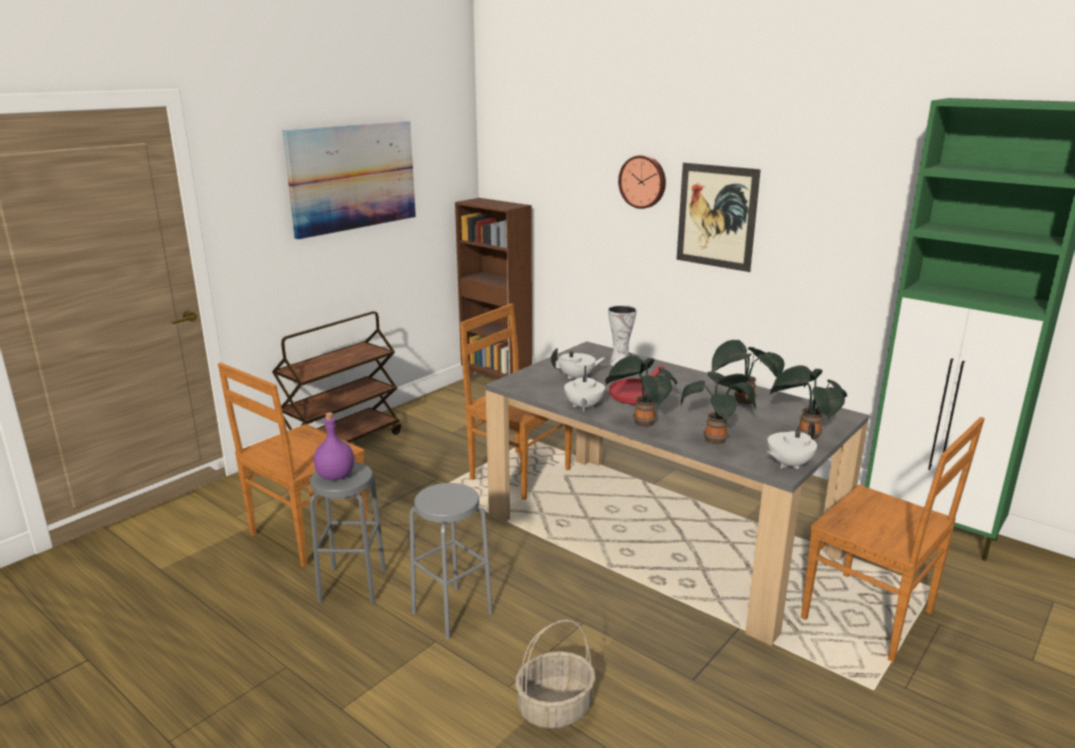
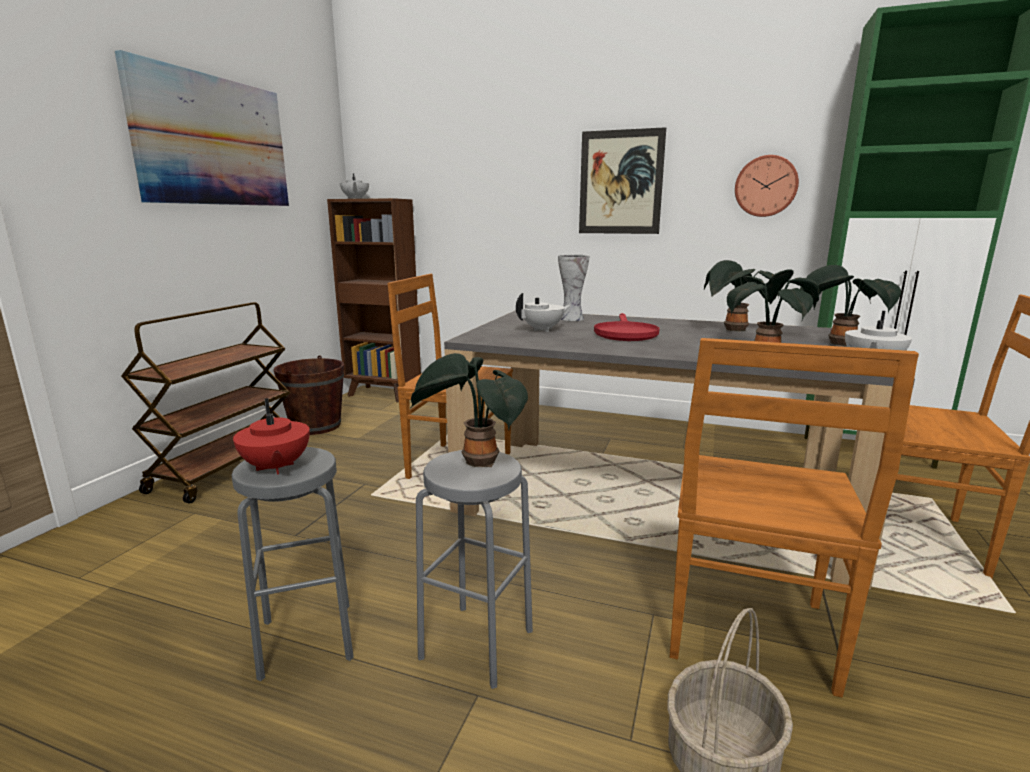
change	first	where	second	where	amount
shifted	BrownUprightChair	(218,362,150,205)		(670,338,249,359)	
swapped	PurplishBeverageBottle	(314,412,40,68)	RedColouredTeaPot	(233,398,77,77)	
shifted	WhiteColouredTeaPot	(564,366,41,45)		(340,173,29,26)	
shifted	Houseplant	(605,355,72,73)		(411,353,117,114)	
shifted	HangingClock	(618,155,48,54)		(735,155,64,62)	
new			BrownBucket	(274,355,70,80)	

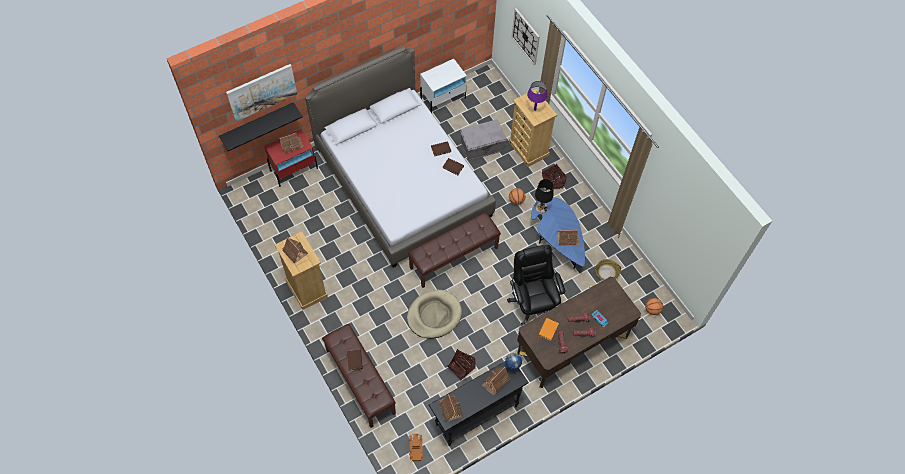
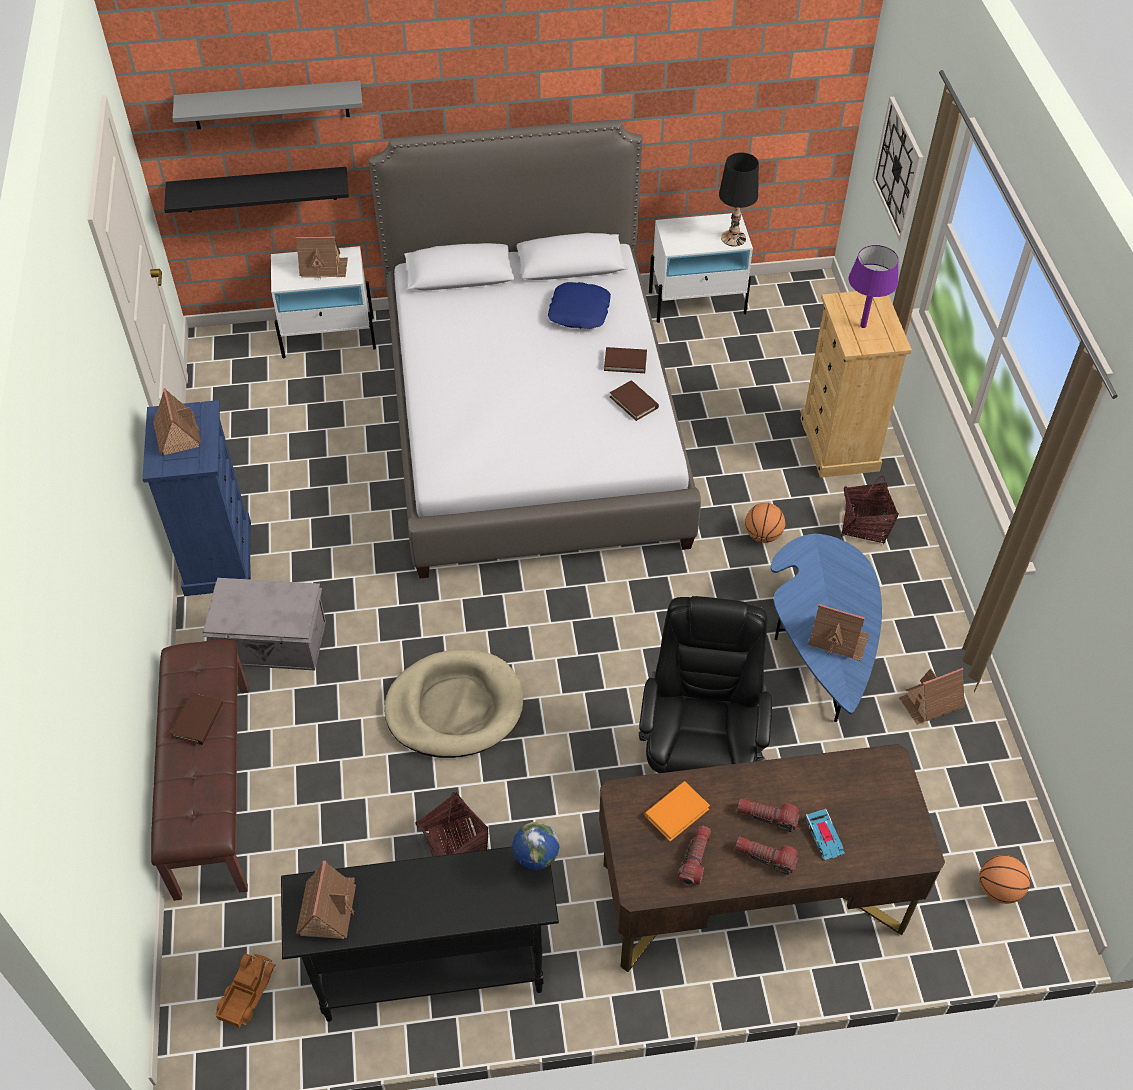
change	first	where	second	where	amount
swapped	WallArt	(226,64,71,58)	GreyishShelf	(173,80,190,49)	
repainted	RedColouredBedsideTable	(264,129,54,58)	WhiteColouredBedsideTable	(271,246,105,112)	
repainted	BeigeColouredChestOfDrawers	(275,231,53,79)	BlueChestOfDrawers	(142,400,109,196)	
gone	BrownIndoorBench	(408,213,93,75)			
shifted	GreyishStorageContainer	(460,119,46,42)		(202,578,124,92)	
shifted	ModelHouse	(482,367,29,29)		(899,668,66,57)	
shifted	BlackTableLamp	(535,179,19,34)		(719,153,40,93)	
gone	StorageBasket	(595,259,26,21)			
new			BlueCushion	(548,282,63,47)	

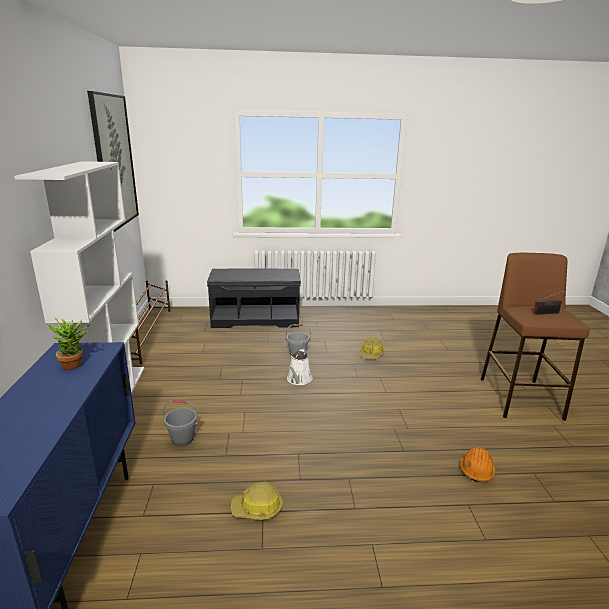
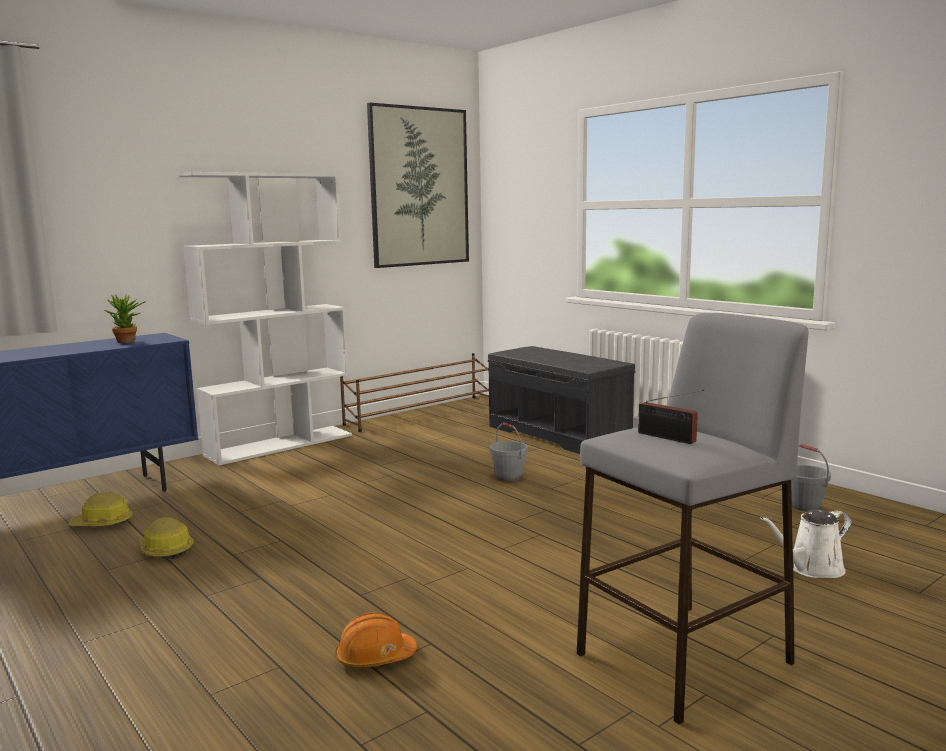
change	first	where	second	where	amount
shifted	GreyishBucket	(163,400,35,46)		(791,444,40,67)	
shifted	WhiteColouredSprinklingCan	(287,348,25,37)		(761,509,91,69)	
shifted	HardHat	(361,337,23,23)		(69,492,64,34)	
repainted	BrownSittingStool	(481,253,109,168)	GreyishSittingStool	(577,313,231,411)	

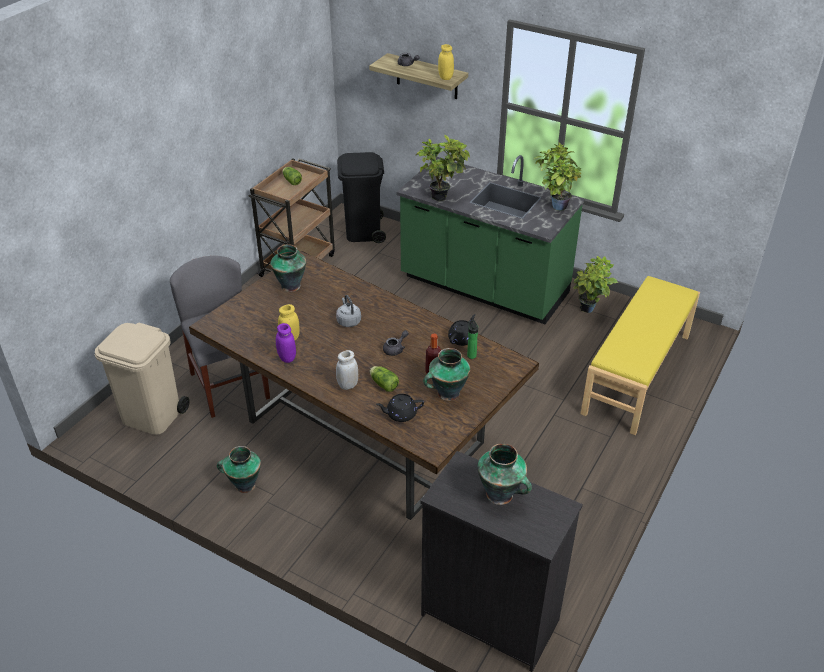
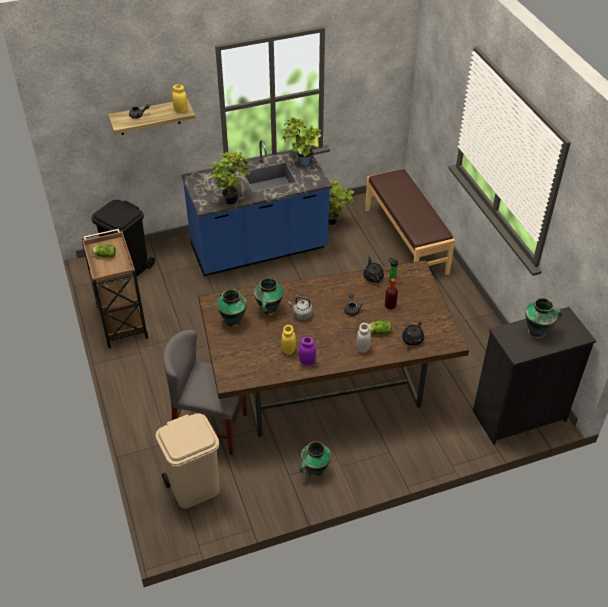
change	first	where	second	where	amount
repainted	GreenKitchenCounter	(397,155,188,169)	BlueKitchenCounter	(182,140,150,136)	
shifted	Vase	(423,348,47,53)		(254,278,29,37)	
repainted	YellowColouredIndoorBench	(580,276,120,159)	BrownIndoorBench	(365,169,90,106)	

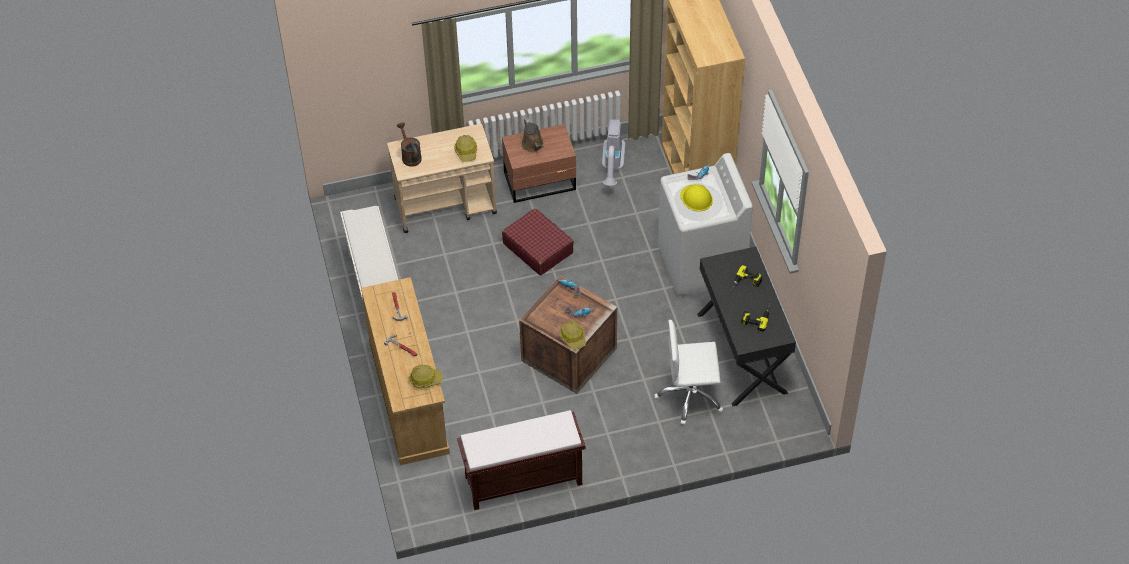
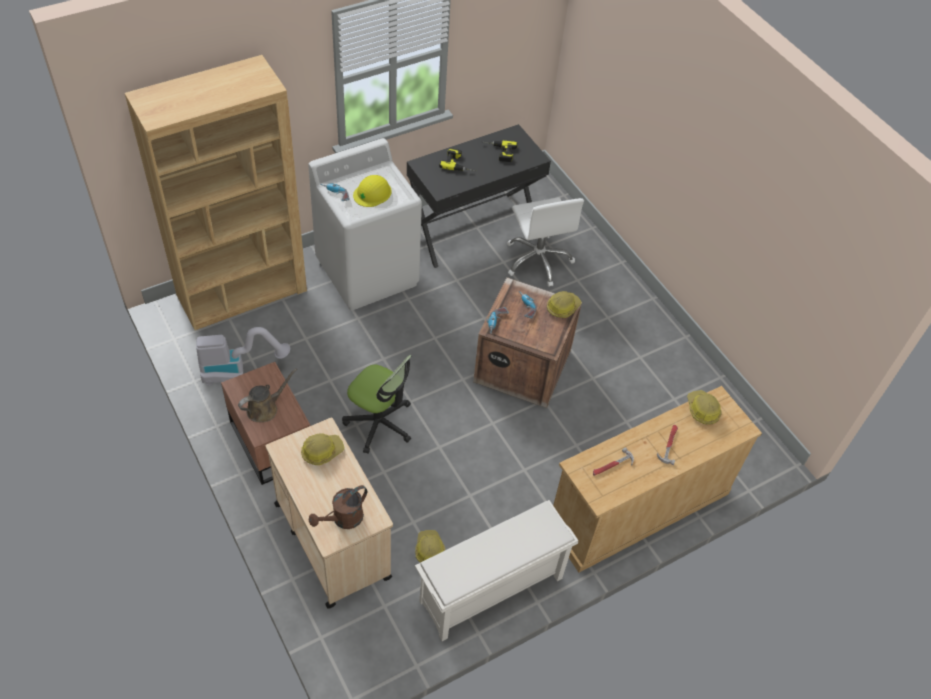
change	first	where	second	where	amount
gone	BrownIndoorBench	(457,410,129,100)			
swapped	RedColouredSuitcase	(502,208,72,67)	OfficeChair	(342,355,70,99)	
new			HardHat	(415,530,30,33)	

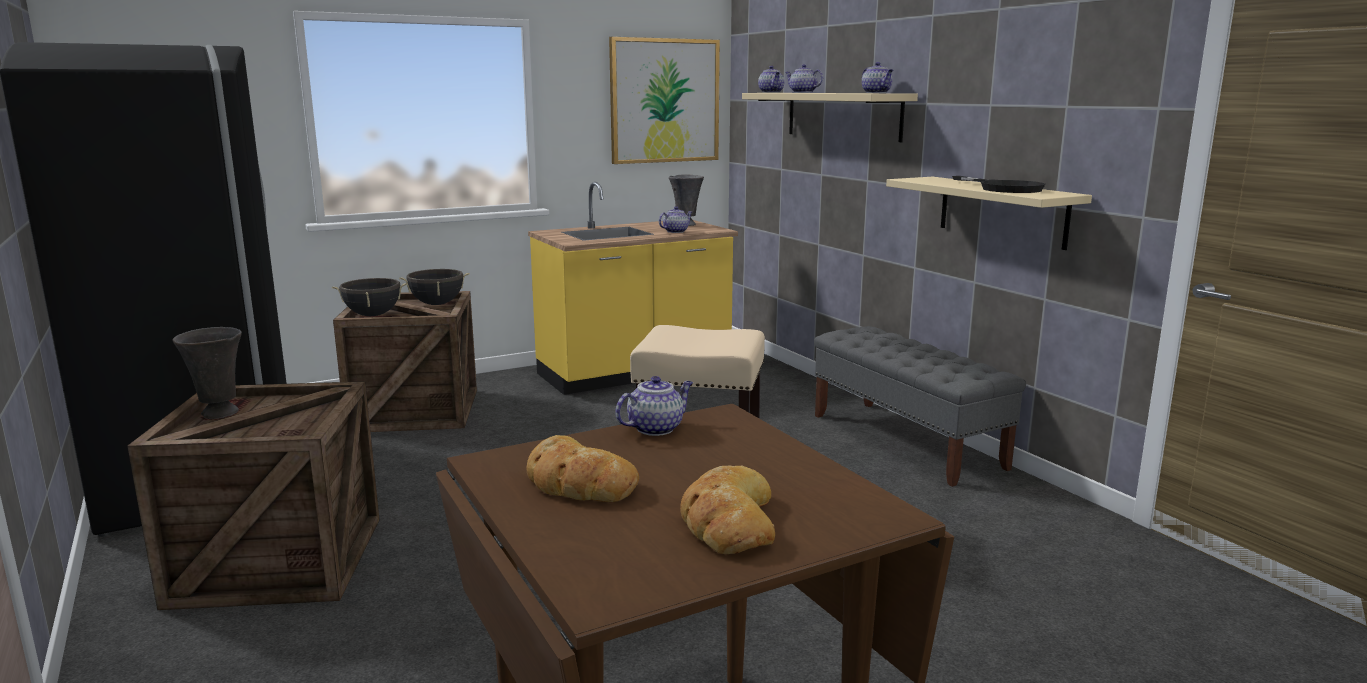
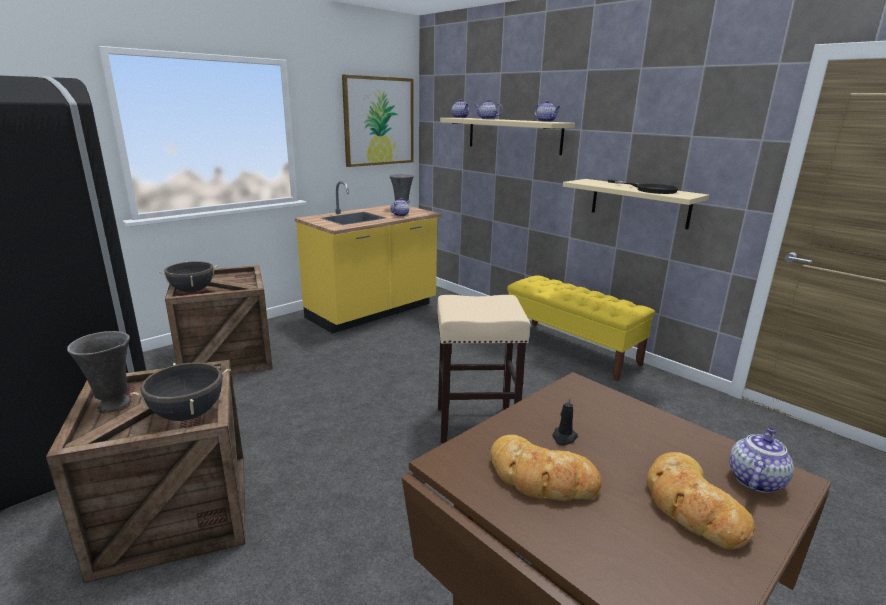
change	first	where	second	where	amount
shifted	BlackSaucepot	(399,269,71,36)		(130,362,100,59)	
shifted	TeaPot	(615,376,78,60)		(729,428,65,65)	
repainted	GreyishIndoorBench	(814,326,212,161)	YellowColouredIndoorBench	(507,275,148,106)	
new			BlackWaxCandle	(552,396,26,50)	

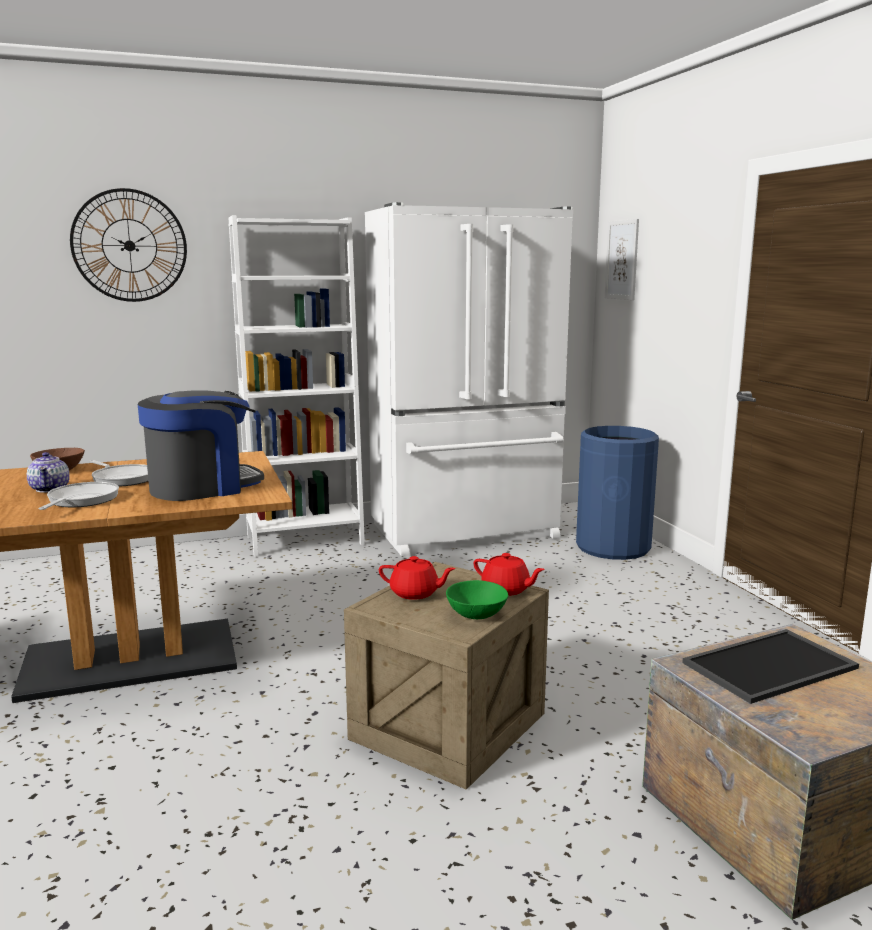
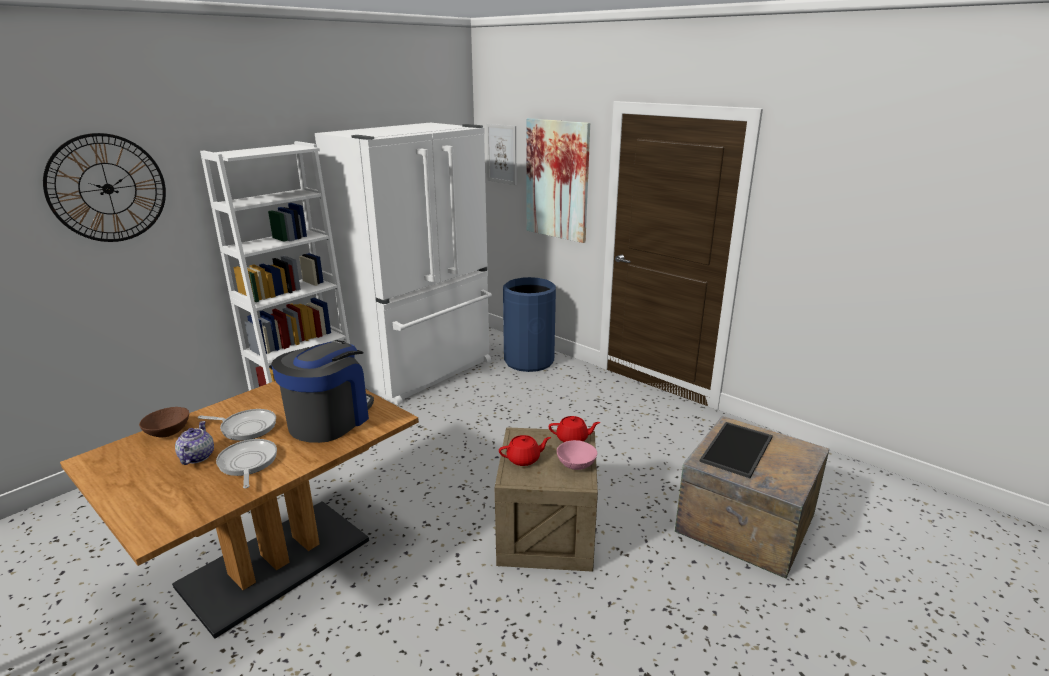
change	first	where	second	where	amount
rotated	TeaPot	(27,452,43,41)		(175,421,39,44)	135 degrees counterclockwise
repainted	GreenServingBowl	(446,580,62,39)	PinkColouredServingBowl	(557,440,40,30)	
new			WallArt	(526,118,64,125)	

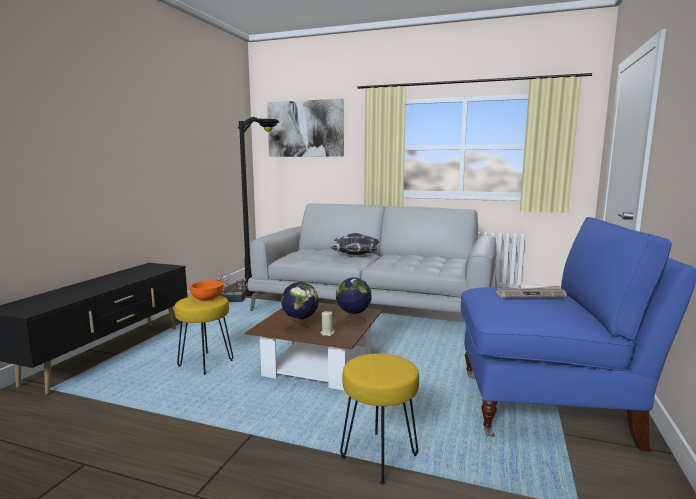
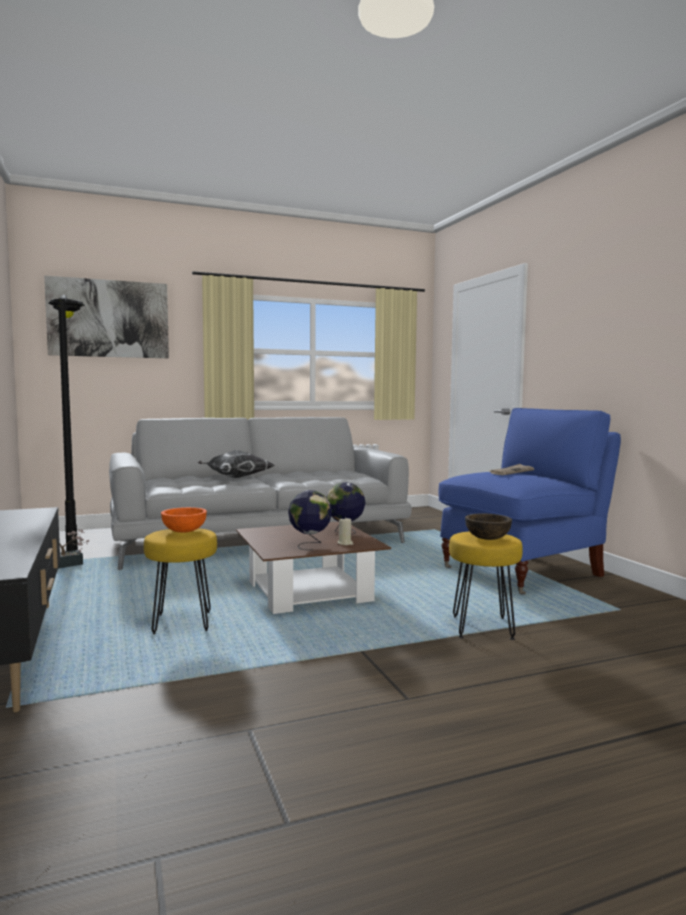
change	first	where	second	where	amount
new			BrownServingBowl	(465,513,47,27)	

